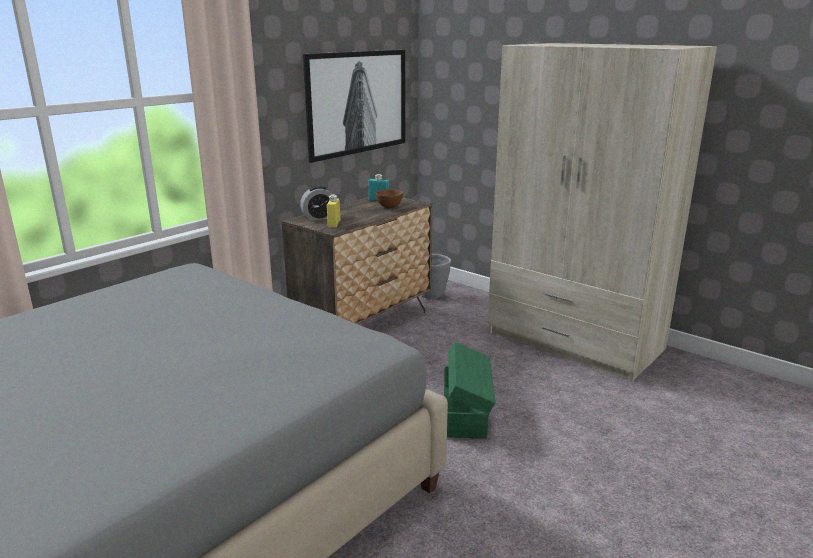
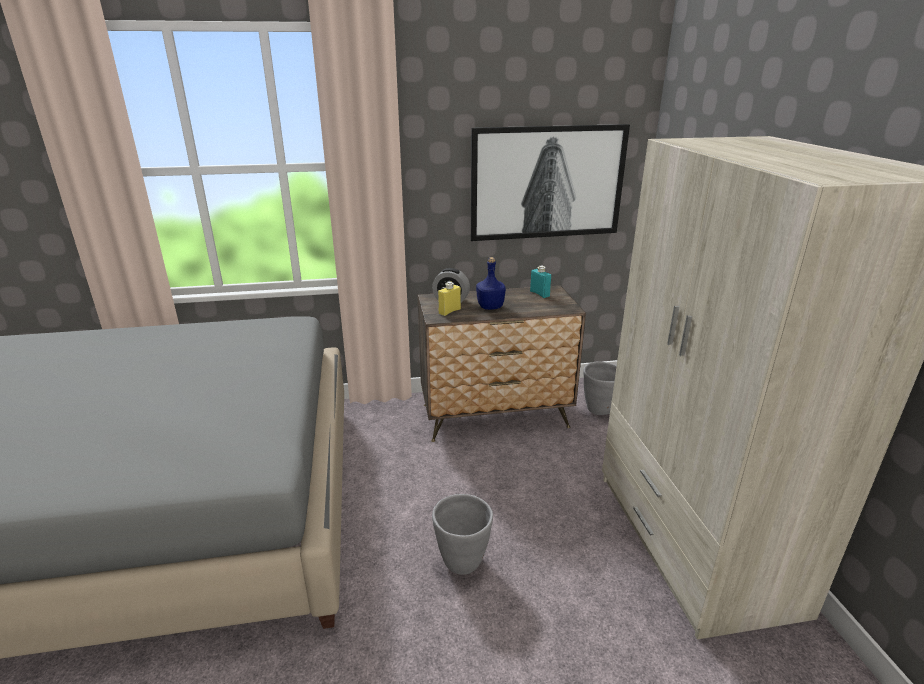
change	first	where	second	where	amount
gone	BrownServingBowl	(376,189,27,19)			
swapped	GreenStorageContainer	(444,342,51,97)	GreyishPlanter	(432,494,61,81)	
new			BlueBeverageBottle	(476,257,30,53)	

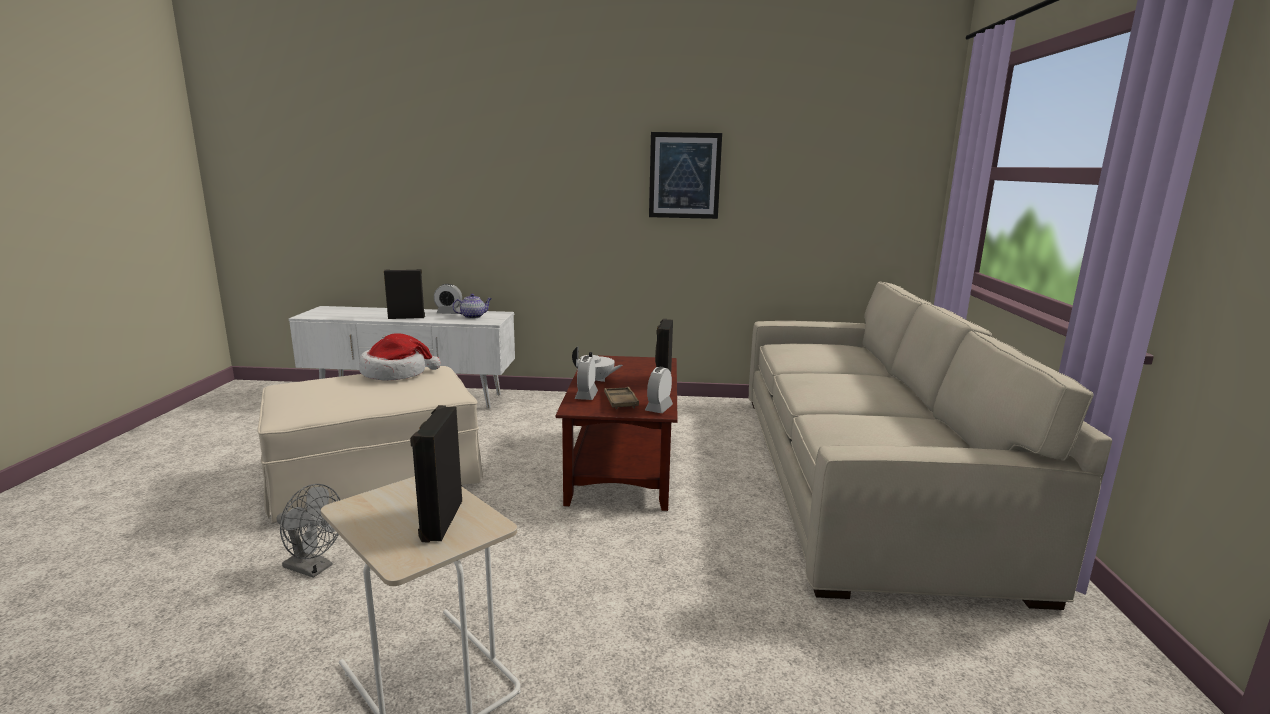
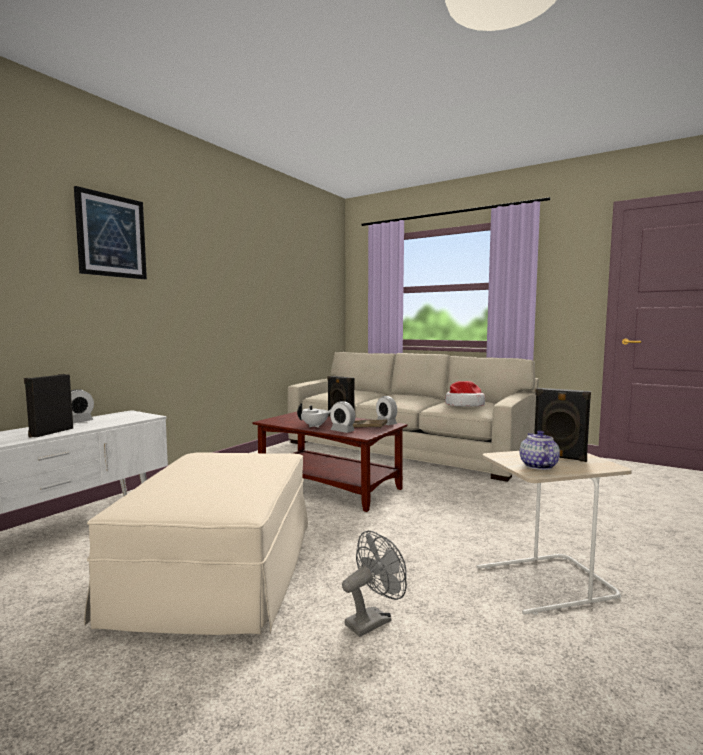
change	first	where	second	where	amount
shifted	WearableHat	(359,333,82,48)		(445,381,40,26)	
shifted	TeaPot	(452,294,40,25)		(520,430,40,40)	
shifted	WallArt	(649,132,73,87)		(74,186,73,93)	

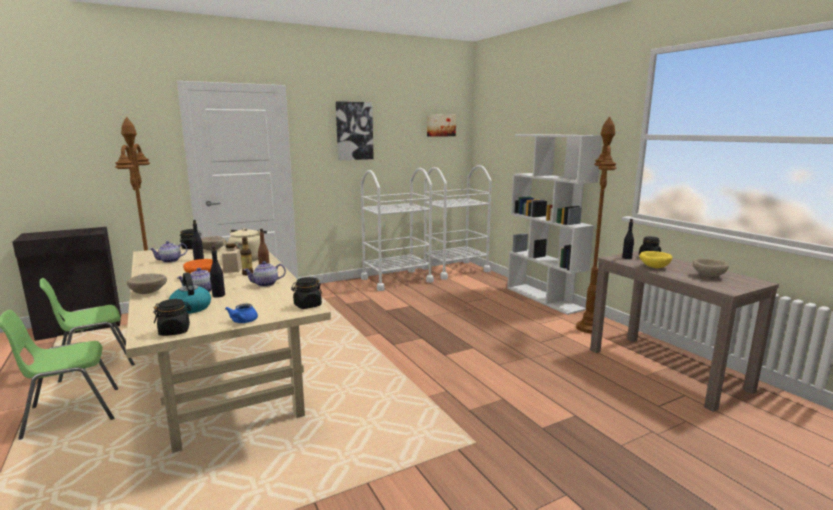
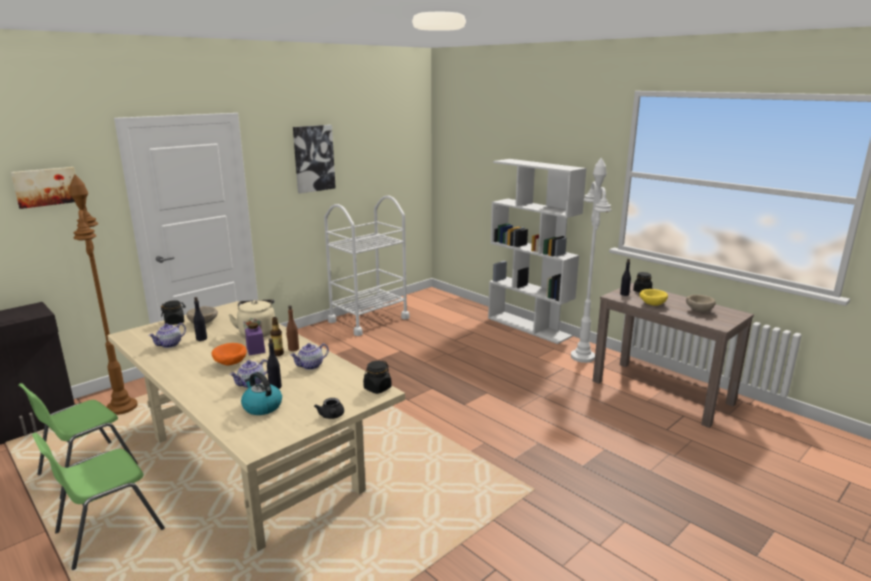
change	first	where	second	where	amount
gone	BeigeColouredServingBowl	(127,274,40,20)			
gone	BlackJar	(153,299,39,37)			
repainted	BeigeColouredJar	(222,243,20,30)	PurplishJar	(245,322,21,33)	
repainted	BlueTeaPot	(225,304,33,19)	BlackTeaPot	(314,398,30,21)	
gone	WhiteColouredWheeledCart	(422,165,70,115)			
shifted	WallArt	(427,114,29,23)		(11,167,64,42)	
repainted	BrownStandingLamp	(576,116,41,217)	WhiteColouredStandingLamp	(571,158,41,205)	

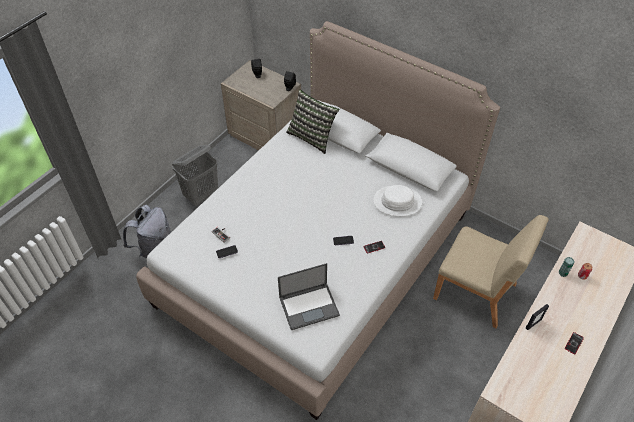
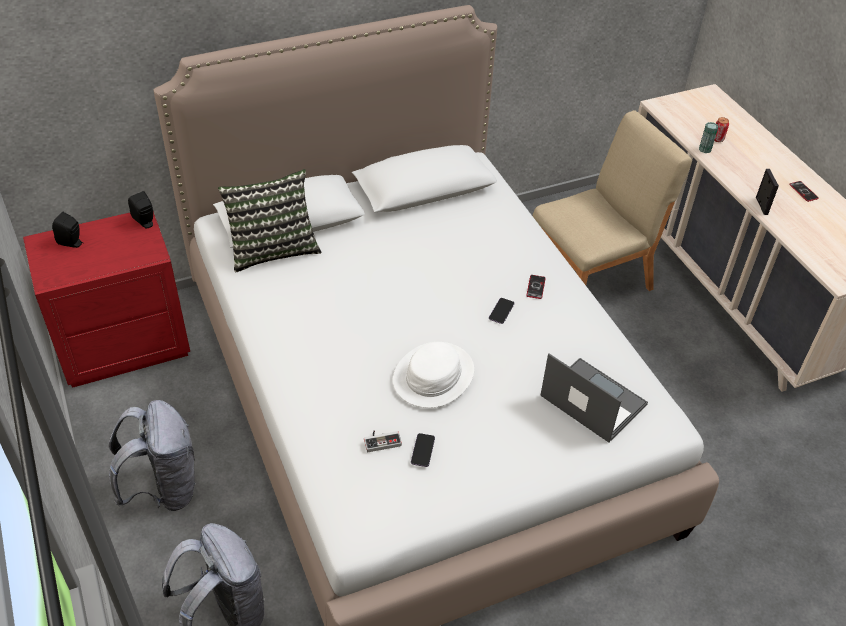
change	first	where	second	where	amount
swapped	GreyishLaundryBasket	(172,145,46,61)	GreyishBackpack	(109,400,88,111)	
repainted	BeigeColouredBedsideTable	(221,60,80,90)	RedColouredBedsideTable	(23,211,167,177)	
rotated	Laptop	(278,263,62,67)		(540,353,108,89)	60 degrees counterclockwise
shifted	WhiteColouredWearableHat	(373,185,49,31)		(393,342,81,66)	

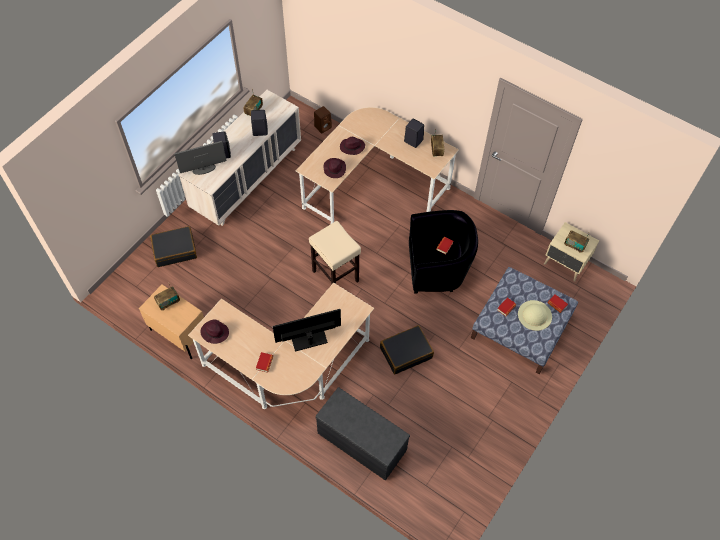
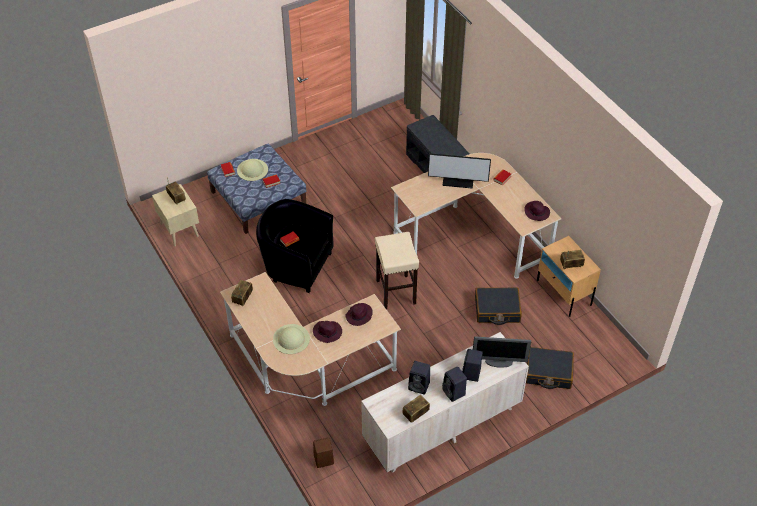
change	first	where	second	where	amount
shifted	BlackSuitcase	(380,325,54,49)		(475,287,47,38)	
shifted	BlackAudioSpeaker	(404,119,20,29)		(442,367,25,35)	
new			BeigeColouredWearableHat	(273,324,37,30)	

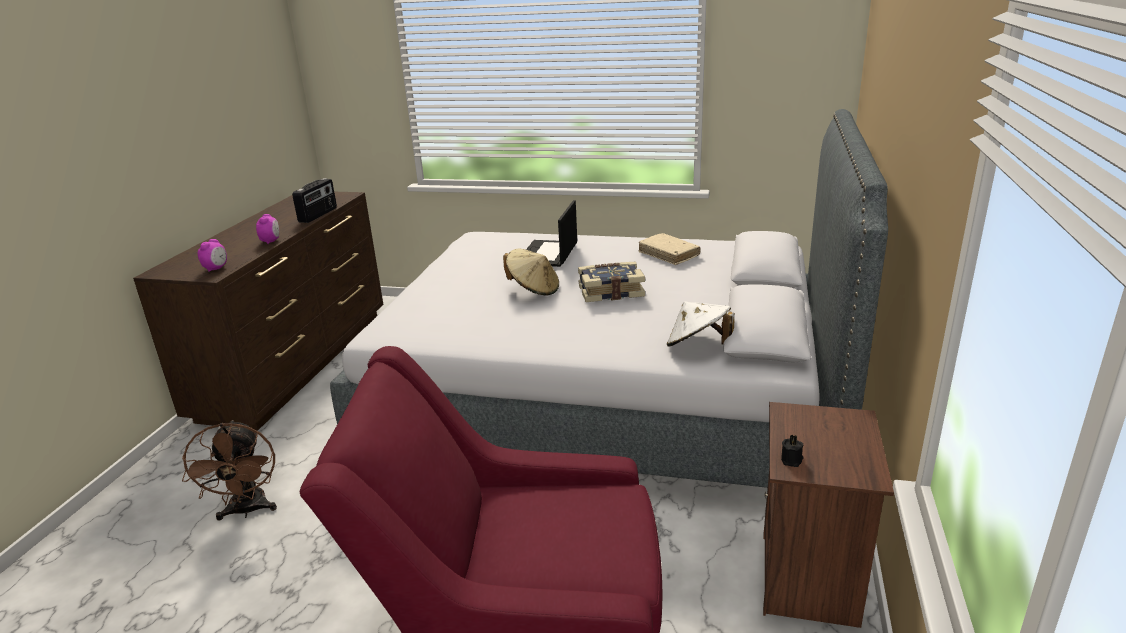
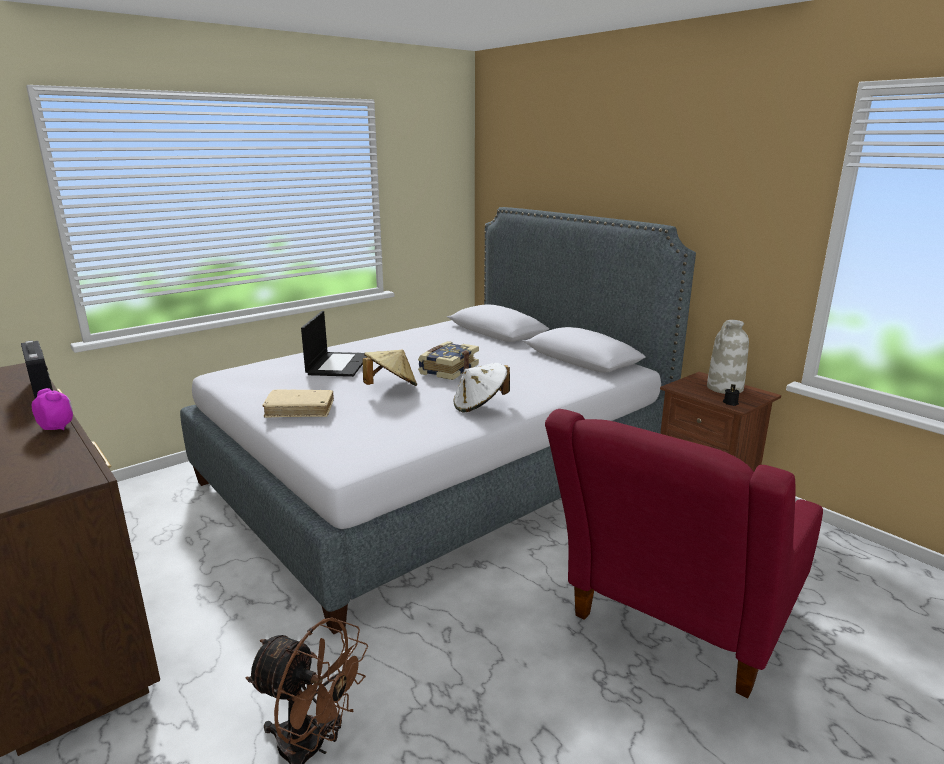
change	first	where	second	where	amount
gone	AlarmClock	(198,239,29,33)			
rotated	Laptop	(526,200,51,67)		(301,311,65,66)	135 degrees counterclockwise
shifted	BeigeColouredVolume	(639,233,62,32)		(262,390,72,28)	
shifted	WhiteColouredWearableHat	(667,301,68,46)		(454,363,56,50)	
new			WhiteColouredVase	(707,320,42,74)	

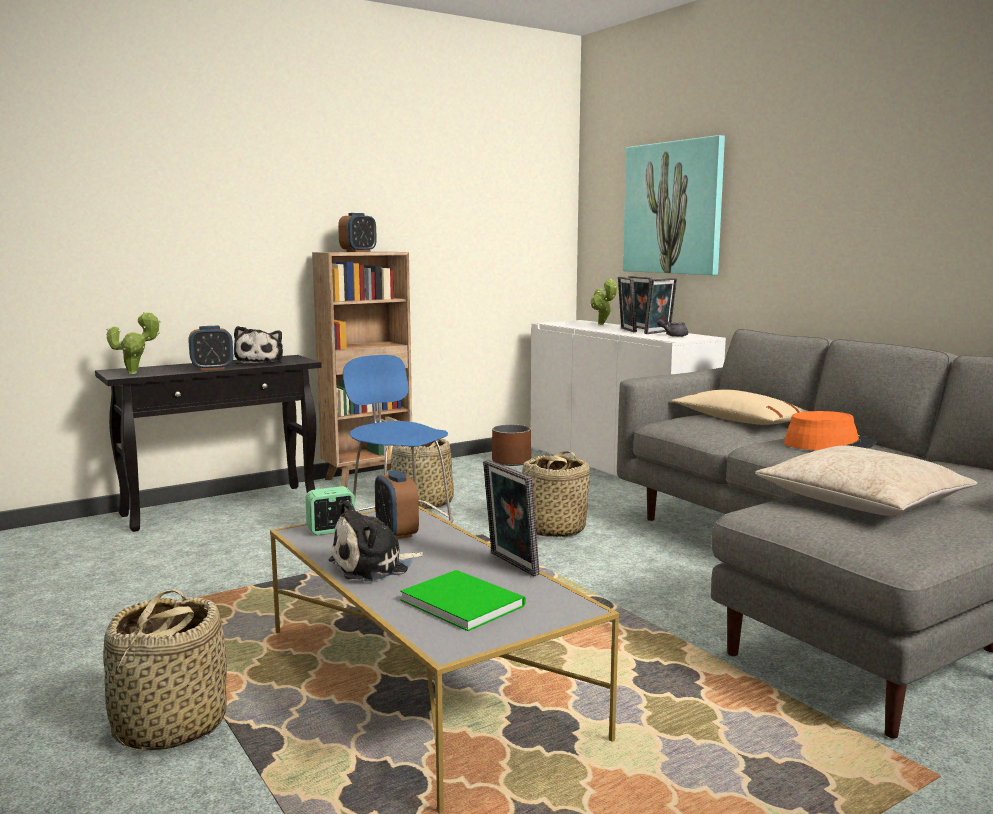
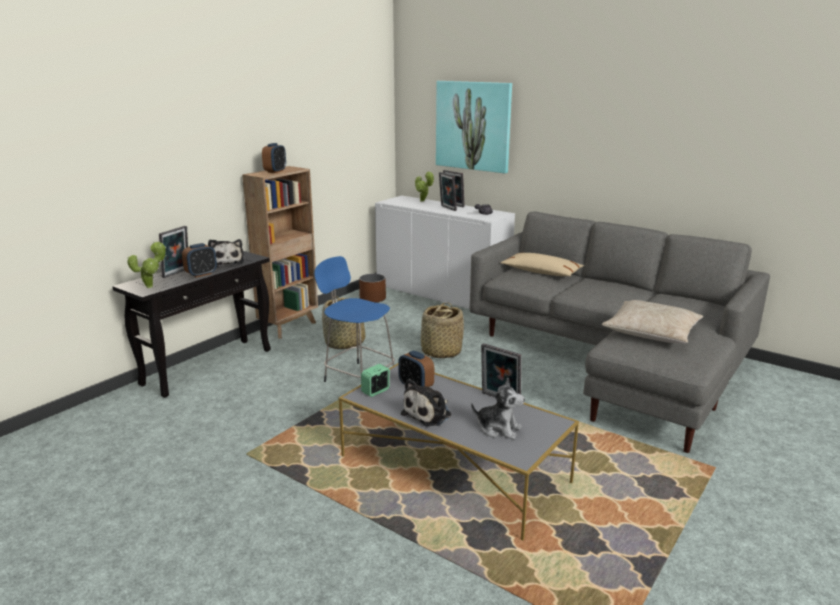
change	first	where	second	where	amount
gone	StorageBasket	(103,589,124,162)			
swapped	GreenVolume	(400,570,126,61)	SoftToy	(471,378,54,61)	
shifted	StandingFrame	(644,278,33,56)		(159,226,29,52)	
gone	OrangeWearableHat	(784,411,92,39)			

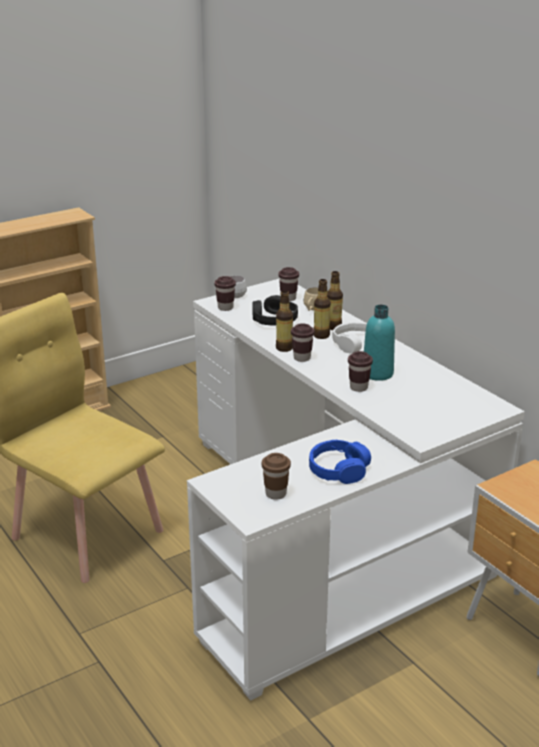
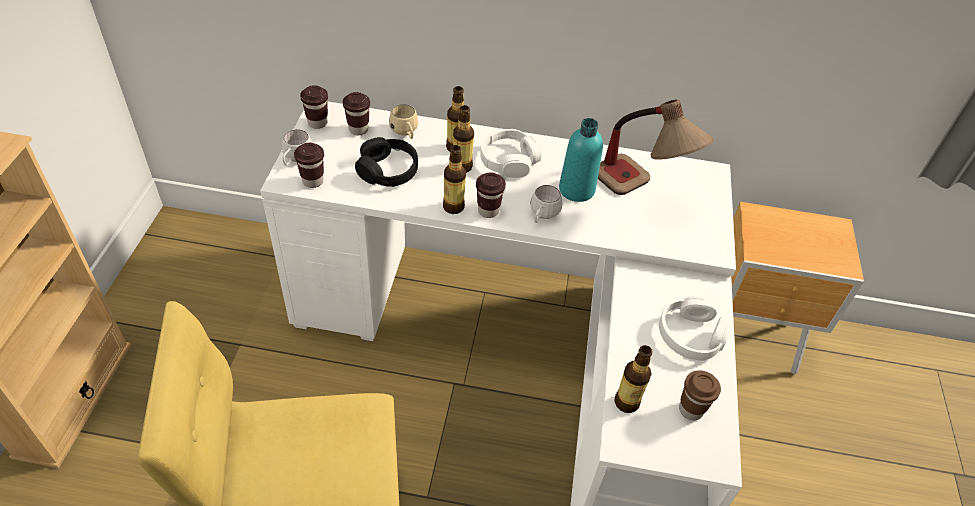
change	first	where	second	where	amount
repainted	BlueHeadset	(309,440,62,44)	WhiteColouredHeadset	(659,296,74,65)	
shifted	BrownSmallCup	(348,351,25,41)		(300,85,28,44)	
new			WhiteColouredTeaMug	(530,185,32,38)	
new			TableLamp	(598,99,115,96)	
new			BeverageBottle	(614,345,39,68)	

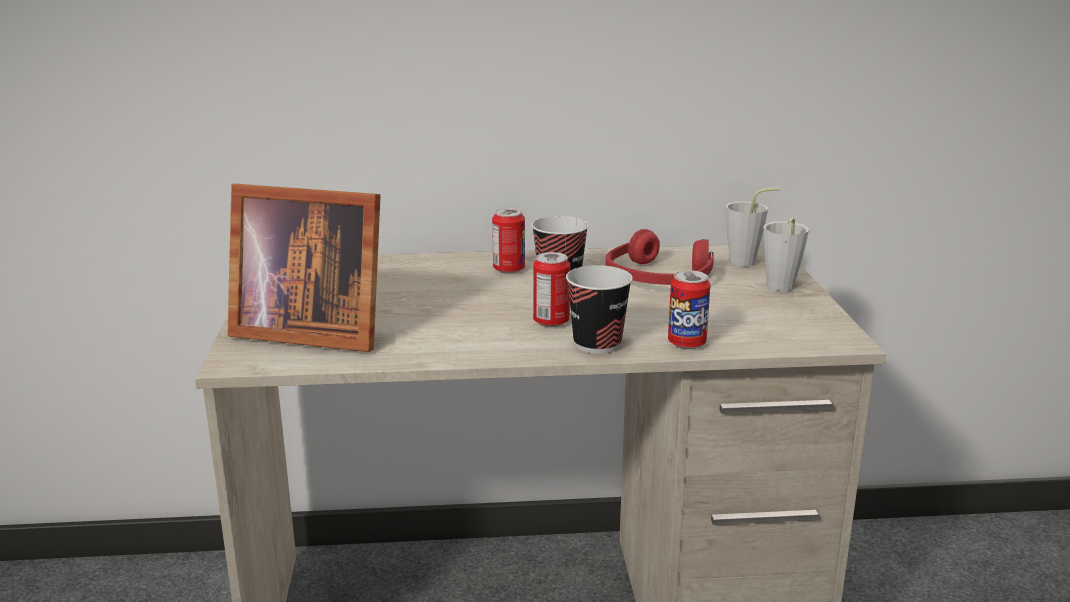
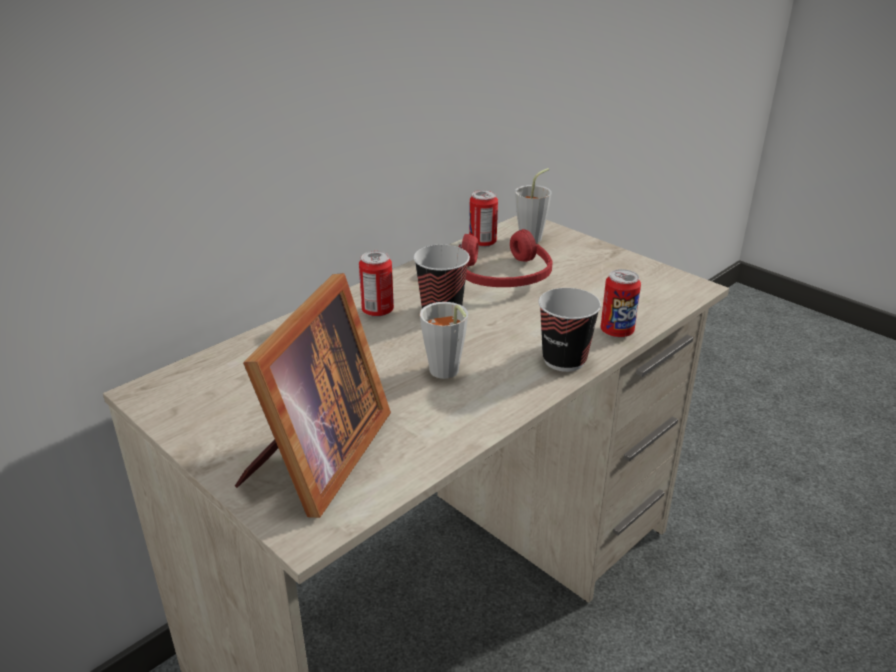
change	first	where	second	where	amount
rotated	StandingFrame	(227,184,154,168)		(235,273,156,245)	45 degrees counterclockwise
shifted	MetalCan	(533,252,37,75)		(469,190,29,57)	
shifted	GreyishSmallCup	(763,217,46,74)		(420,302,48,77)	

